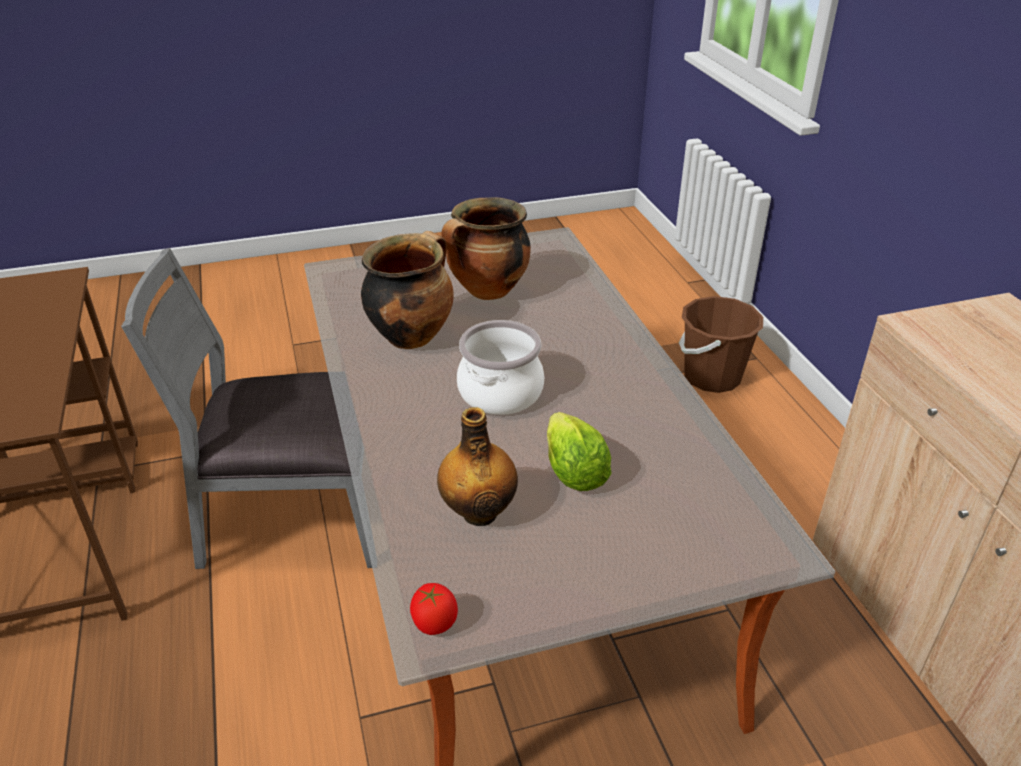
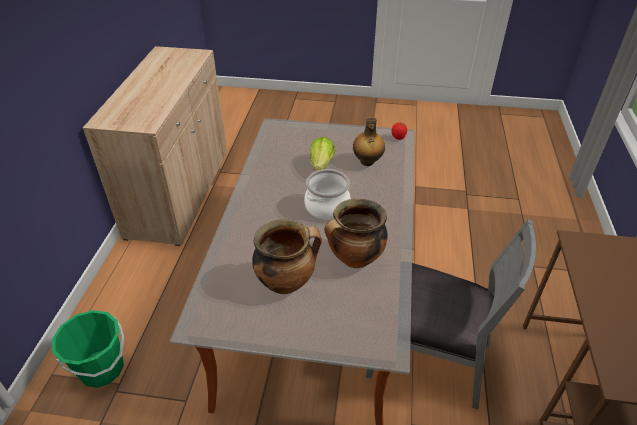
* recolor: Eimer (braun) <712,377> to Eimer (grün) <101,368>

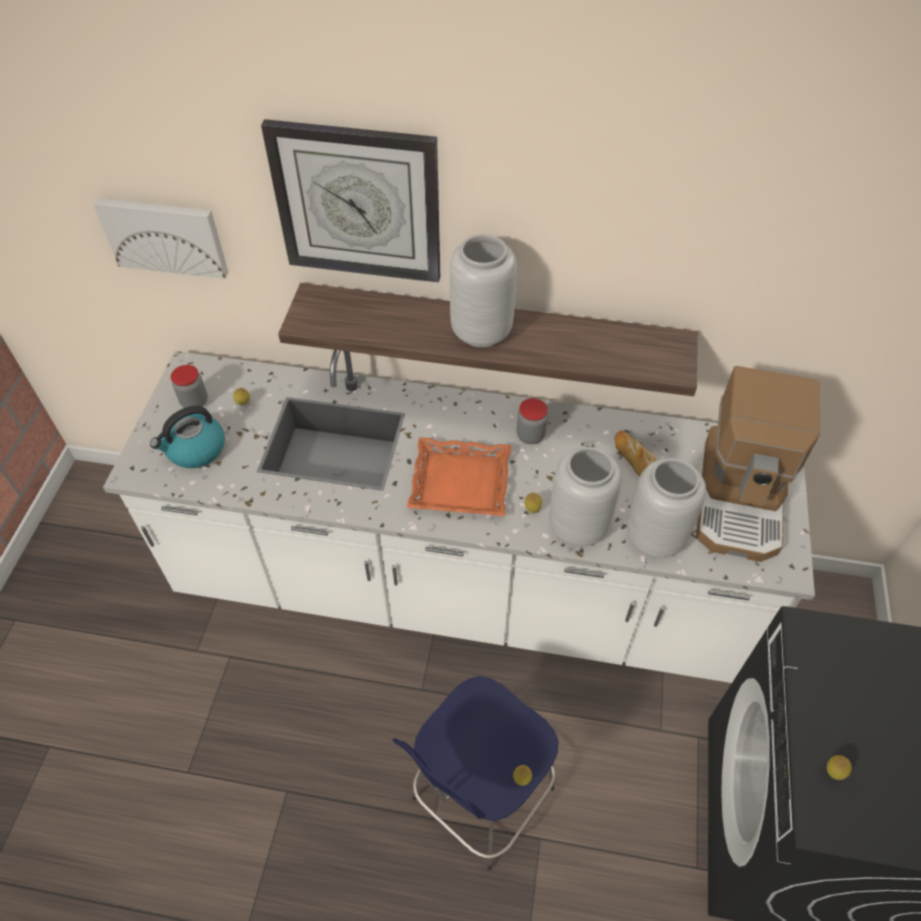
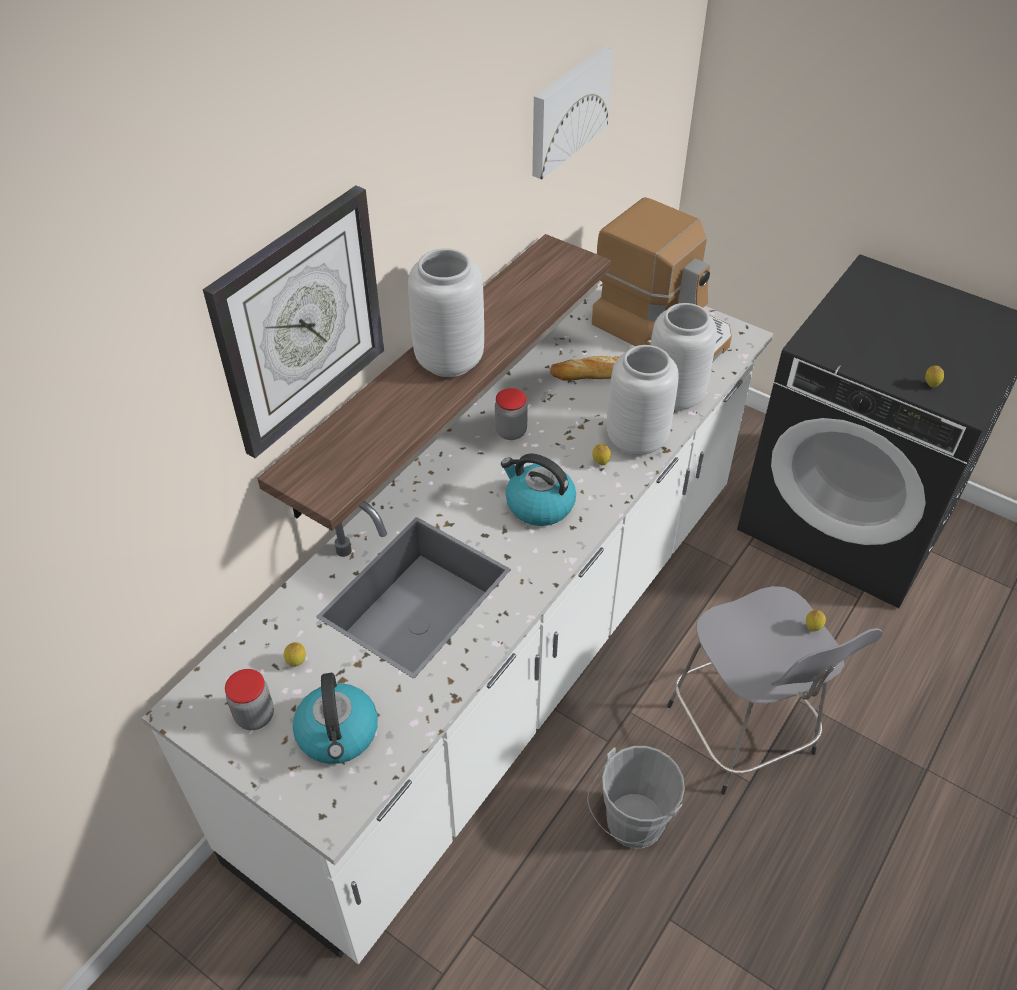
* move: Bild <165,235> to <567,110>
* replace: Tablett (orange) <460,483> to Wasserkessel <538,504>
* recolor: Hocker (blau) <479,797> to Hocker (grau) <743,734>
* insert: Eimer (grau) <630,826>

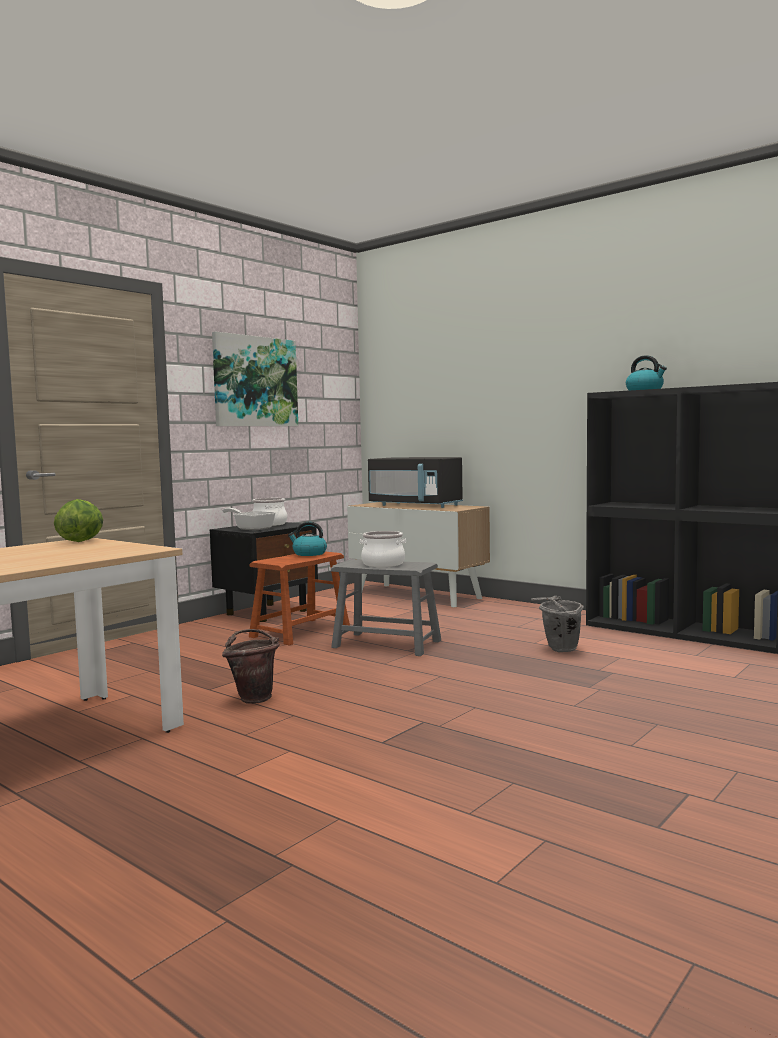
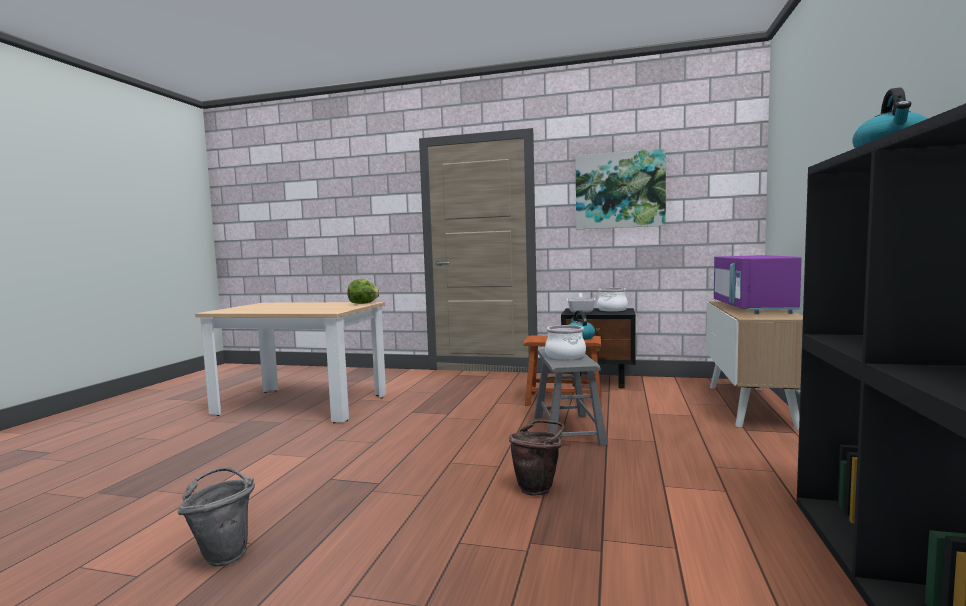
* recolor: Mikrowelle (schwarz) <415,505> to Mikrowelle (lila) <752,308>
* move: Eimer (grau) <558,650> to <224,553>
* move: Eimer (braun) <254,698> to <538,488>

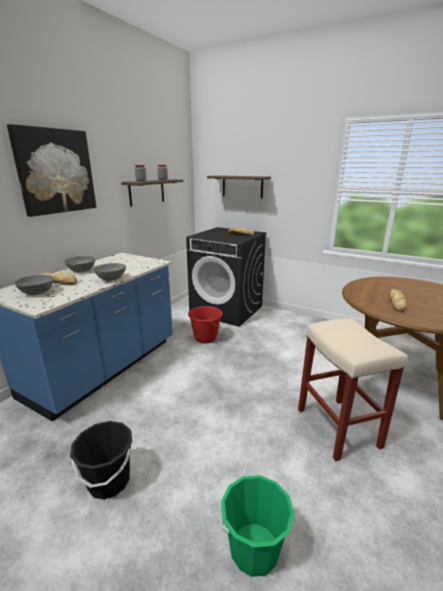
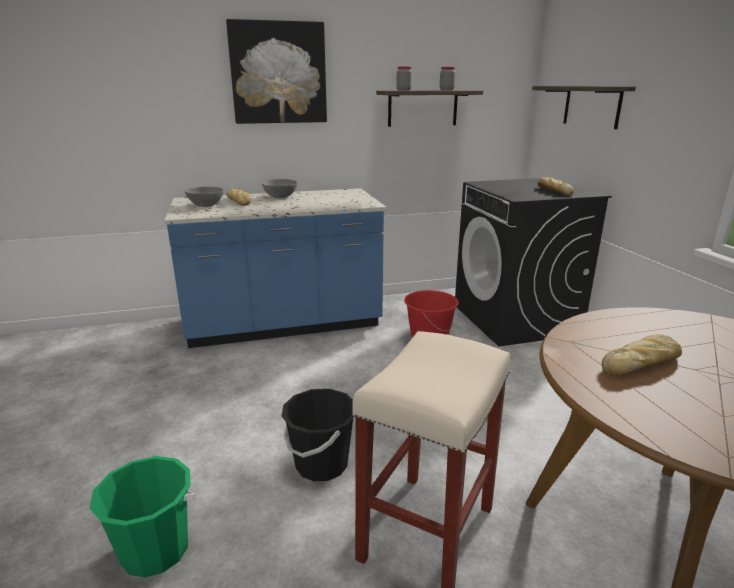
* delete: Schüssel (grau) <111,279>
* move: Eimer (schwarz) <109,481> to <321,464>

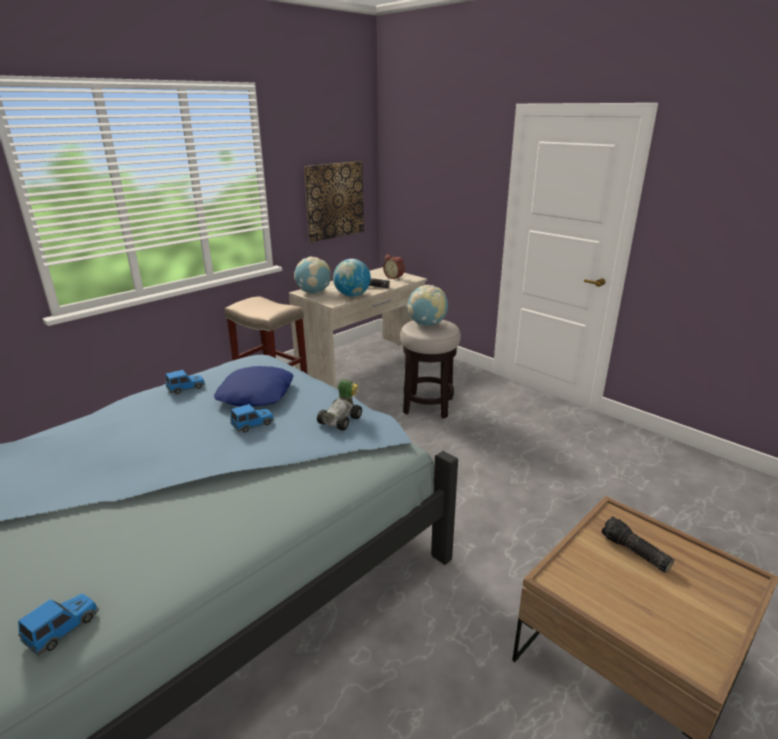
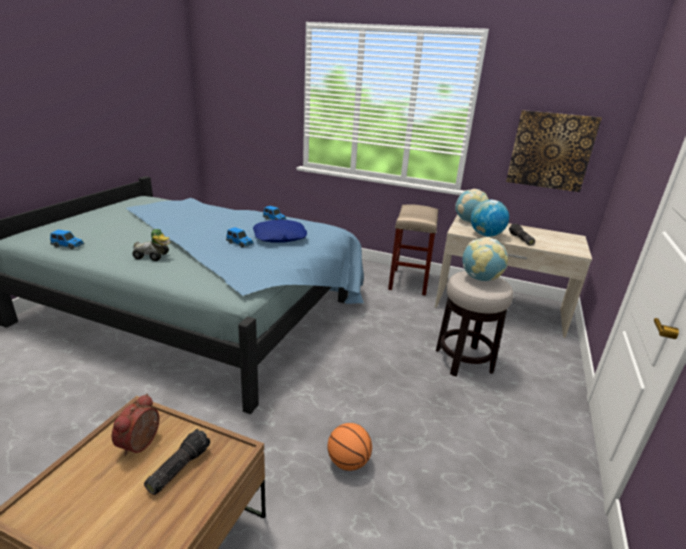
* move: Wecker <394,277> to <142,444>
* move: Spielzeugauto <342,419> to <153,257>
* insert: Basketball <348,462>

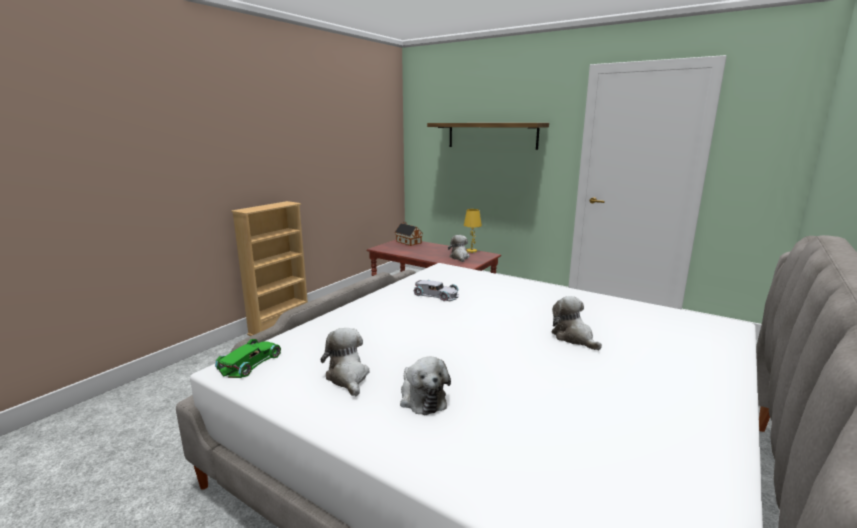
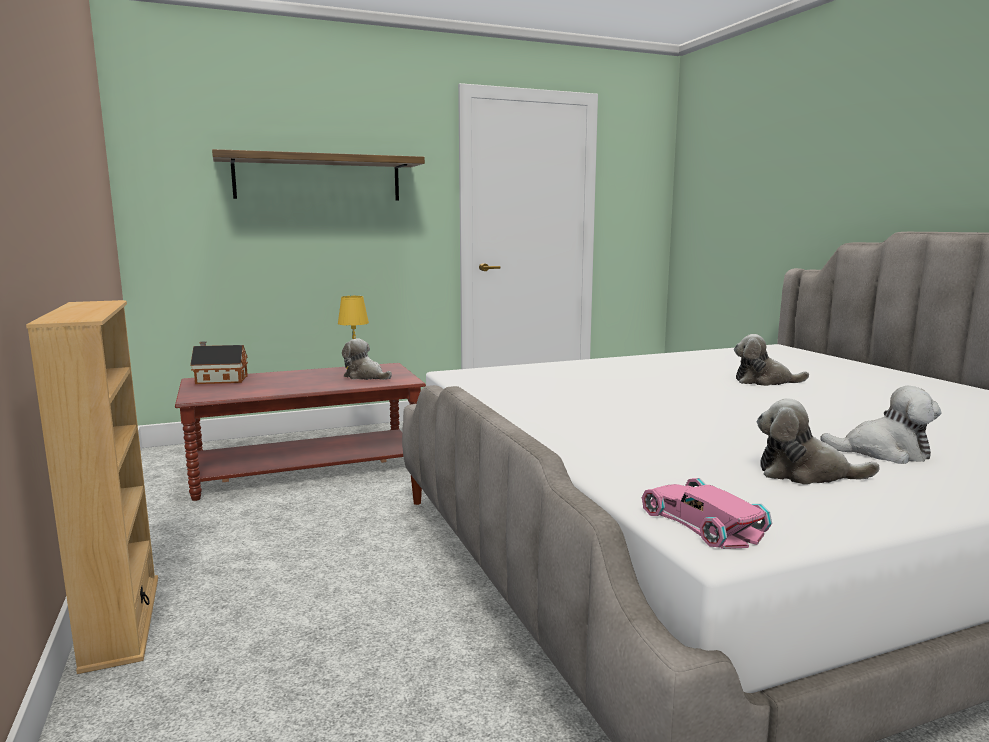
* delete: Spielzeugauto (weiß) <436,295>
* recolor: Spielzeugauto (grün) <251,362> to Spielzeugauto (rosa) <702,522>

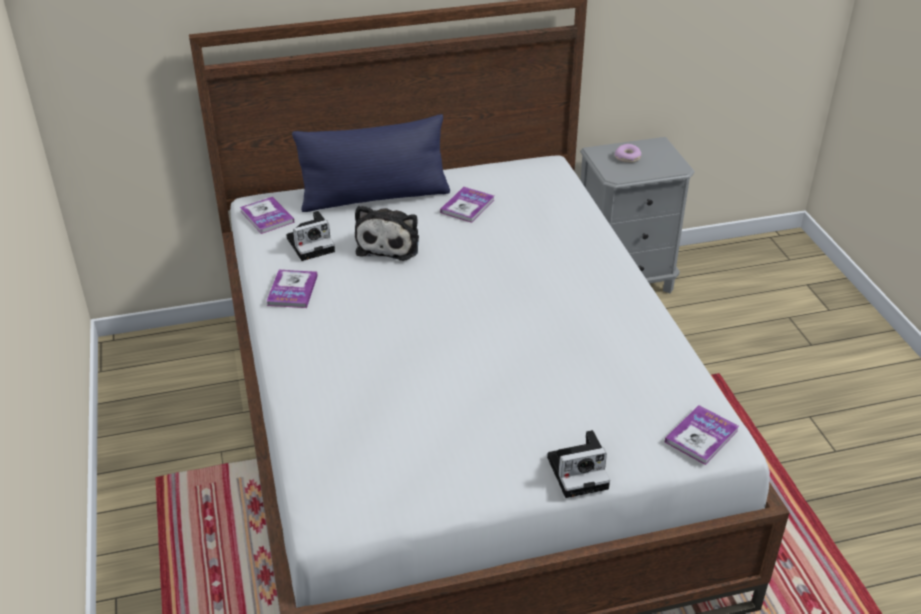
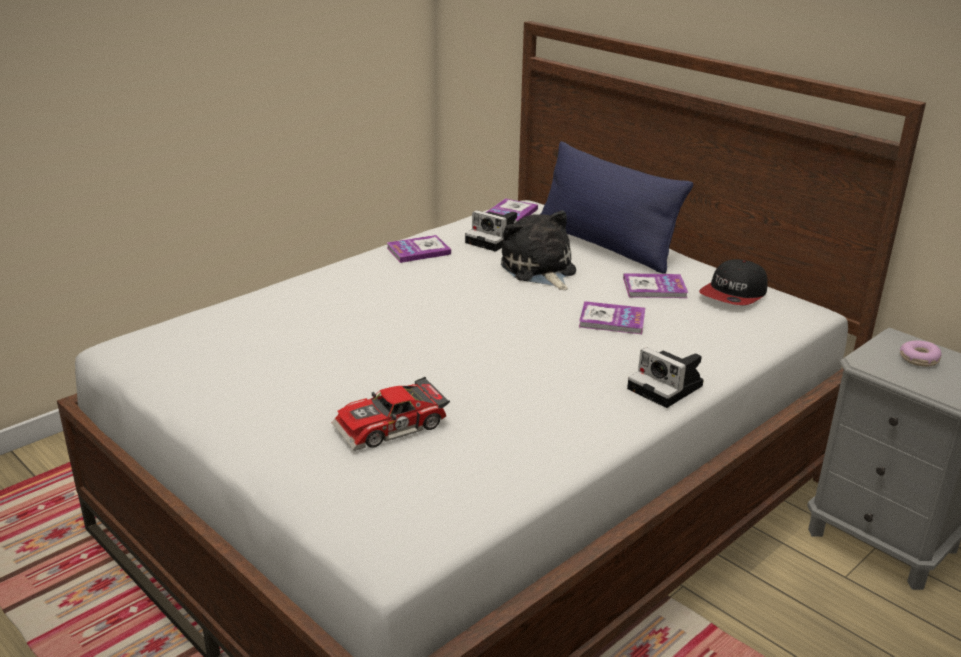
* rotate: Plüschtier <389,244> = <539,270> 90 degrees clockwise
* move: Buch <701,436> to <612,320>
* move: Kamera <579,471> to <668,388>
* insert: Kappe <734,294>
* insert: Spielzeugauto <392,427>

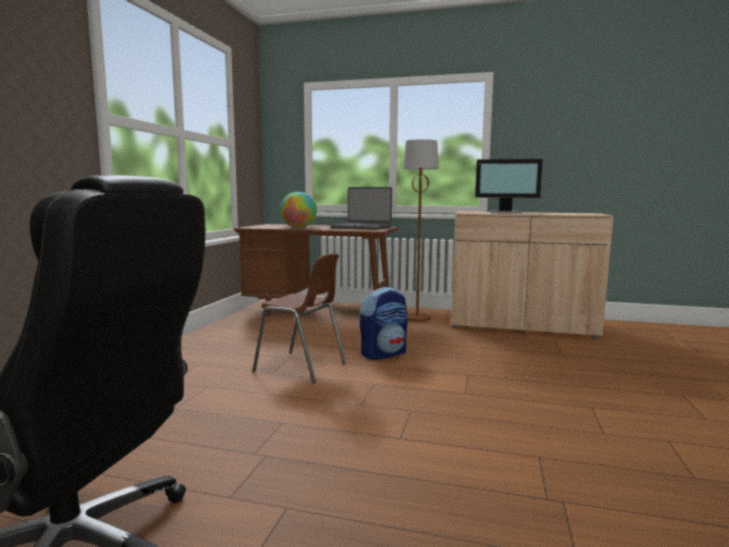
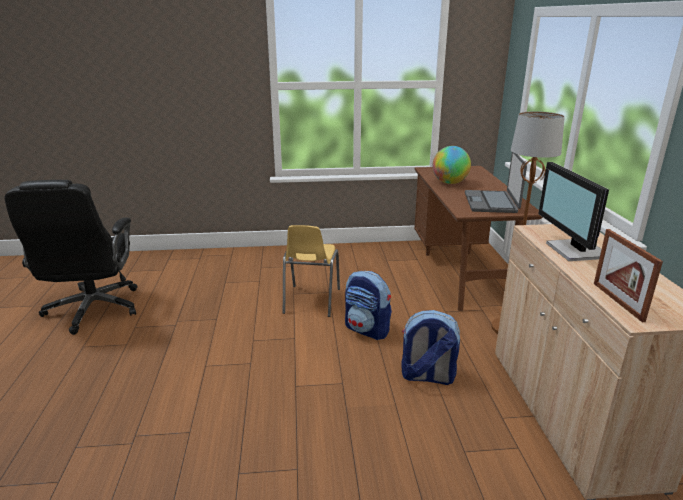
* recolor: Stuhl (braun) <301,367> to Stuhl (gelb) <311,301>
* insert: Bilderrahmen <617,301>
* insert: Rucksack <427,376>

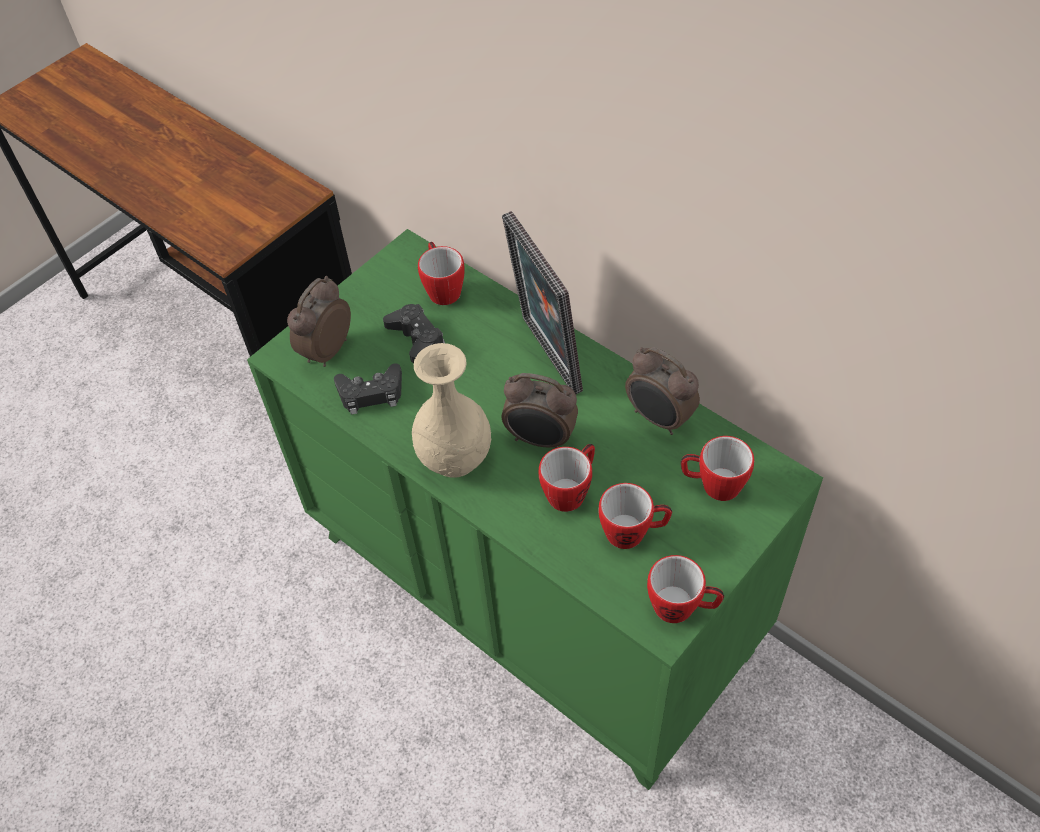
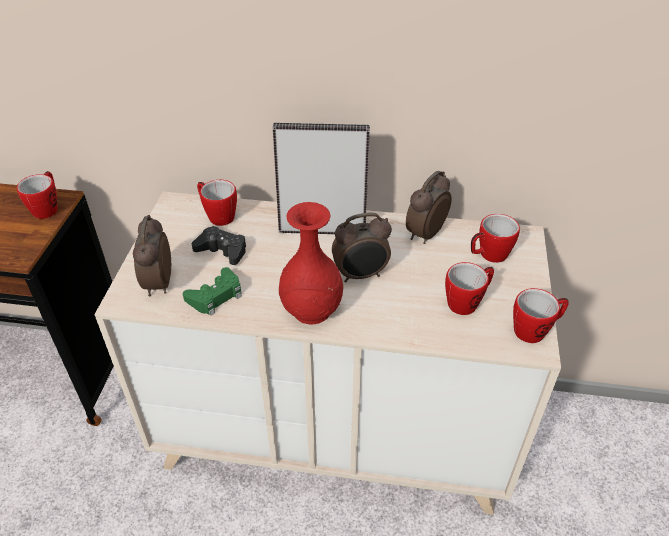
* rotate: Bilderrahmen <545,356> = <322,228> 150 degrees clockwise
* recolor: Kommode (grün) <534,593> to Kommode (beige) <335,431>
* recolor: Vase (beige) <454,458> to Vase (rot) <311,311>
* rotate: Wecker <659,419> = <424,234> 120 degrees clockwise
* recolor: Gamepad (schwarz) <371,393> to Gamepad (grün) <216,296>
* move: Henkelbecher <571,490> to <48,208>

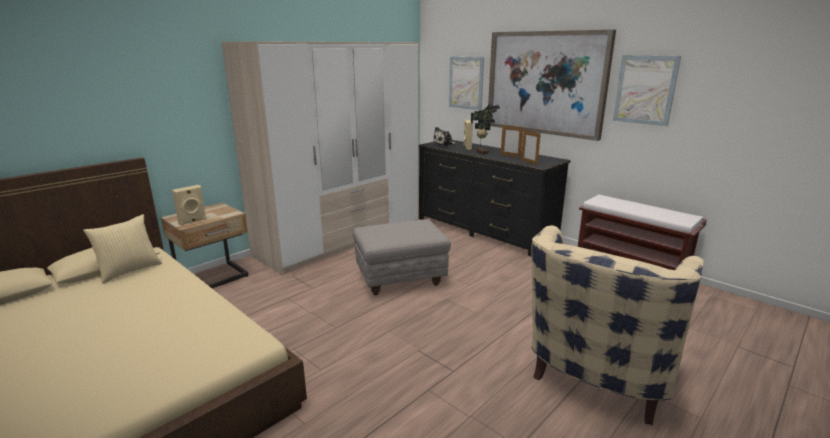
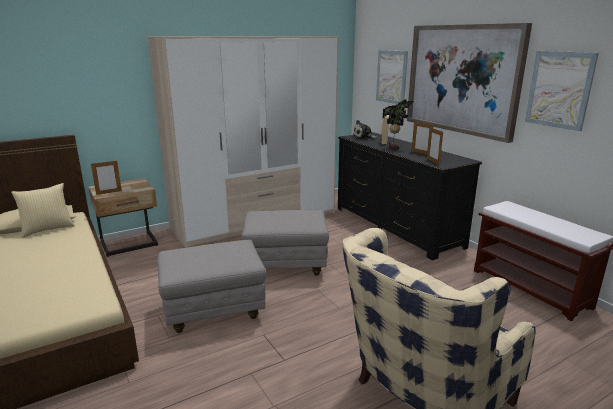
* replace: Lautsprecher (beige) <192,221> to Bilderrahmen <109,192>
* insert: Polsterhocker (grau) <213,312>

